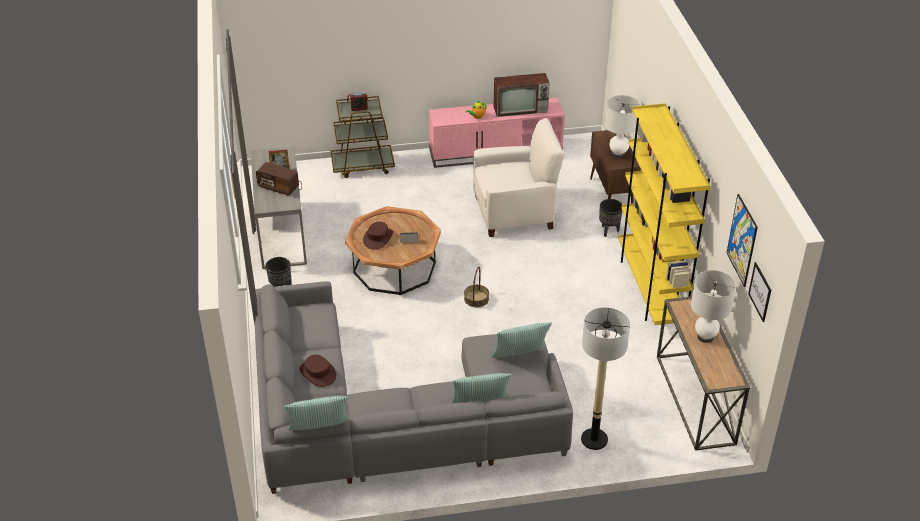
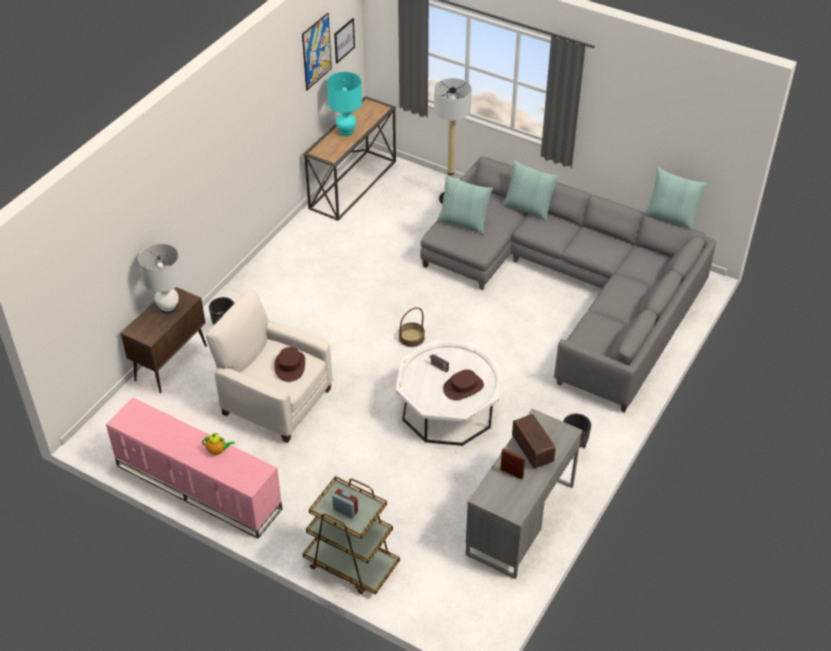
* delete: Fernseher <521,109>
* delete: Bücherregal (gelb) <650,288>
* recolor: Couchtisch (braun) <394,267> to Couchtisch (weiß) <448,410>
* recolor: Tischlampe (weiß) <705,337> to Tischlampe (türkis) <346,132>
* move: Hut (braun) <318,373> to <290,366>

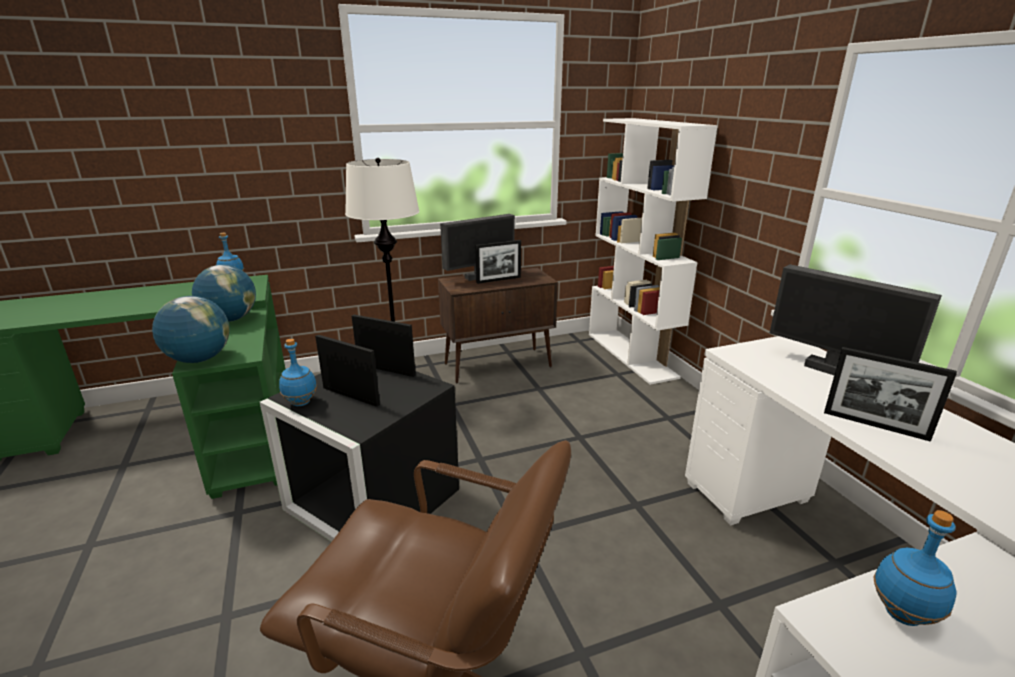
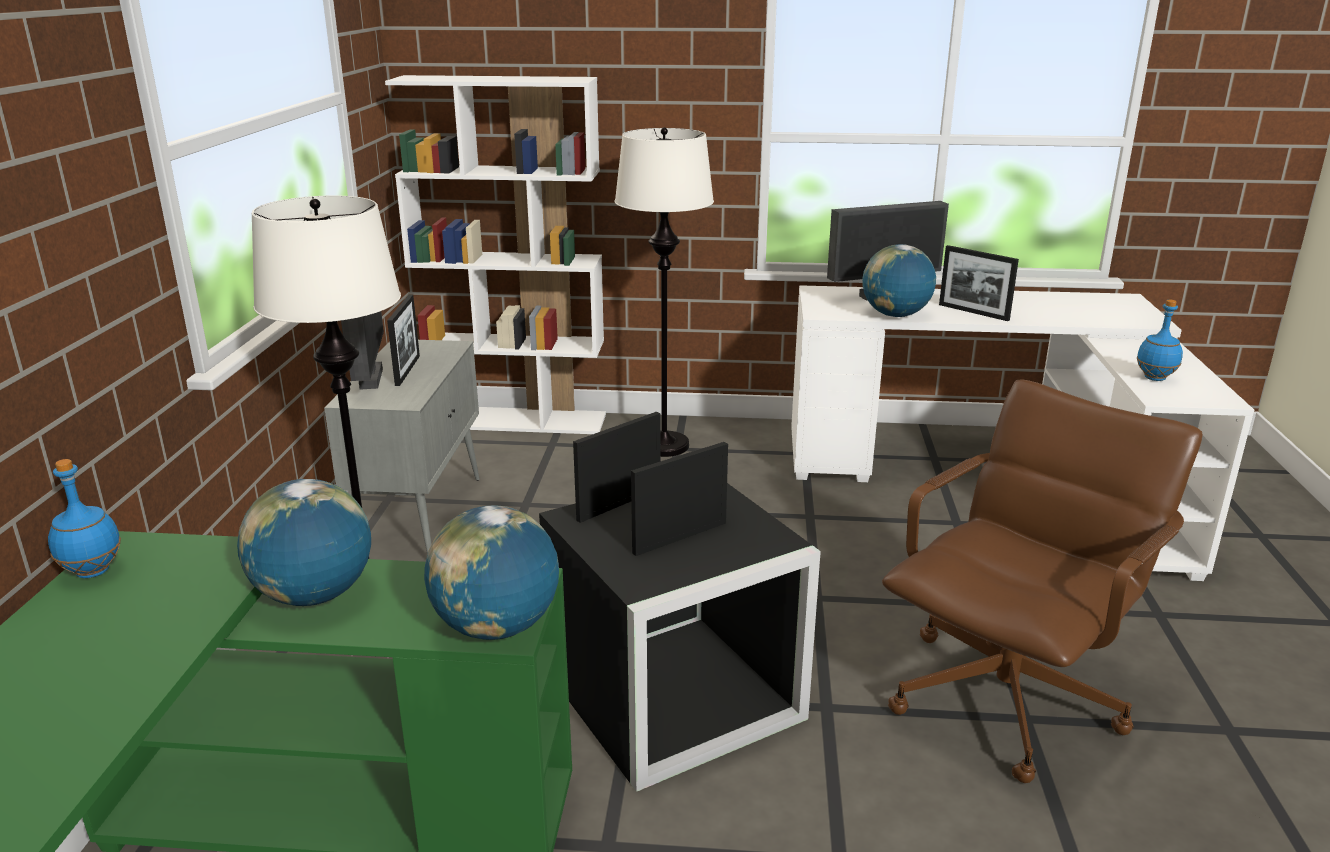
* recolor: Schrank (braun) <499,365> to Schrank (grau) <421,516>
* delete: Flasche (blau) <300,403>
* rotate: Bilderrahmen <875,425> = <973,312> 75 degrees clockwise
* insert: Stehlampe (weiß) <664,445>
* insert: Globus <895,315>

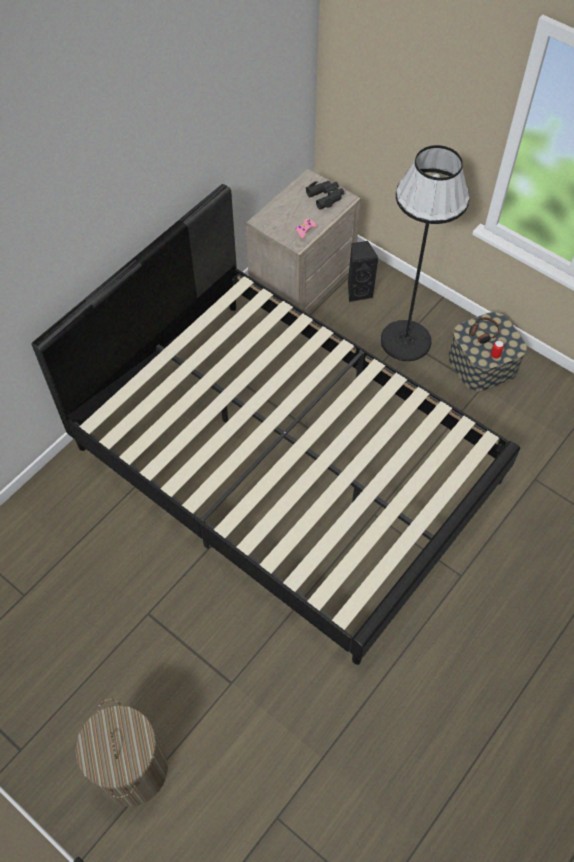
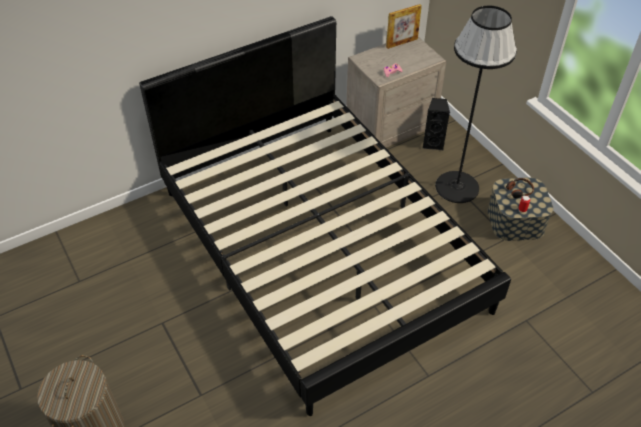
* delete: Fernglas (schwarz) <326,197>
* insert: Bilderrahmen <402,43>

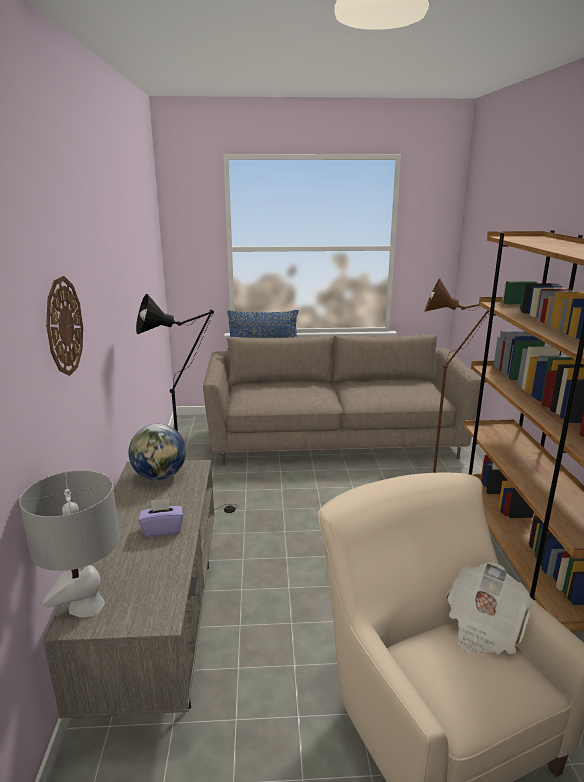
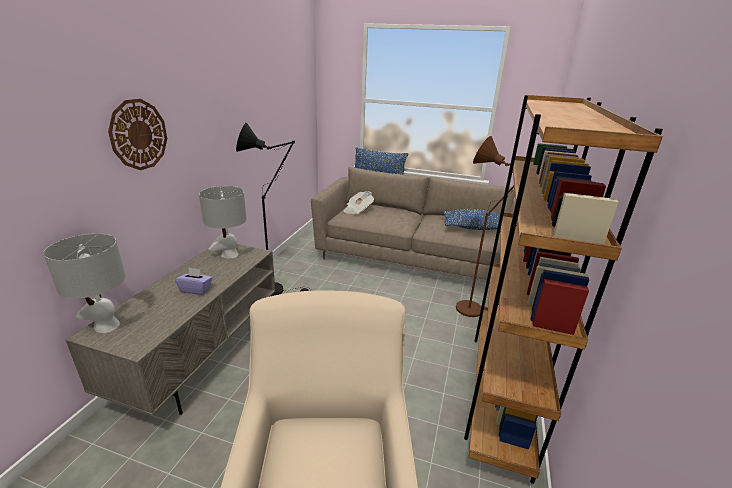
* replace: Globus <160,476> to Tischlampe (grau) <229,255>
* move: Zeitung <483,626> to <357,210>
* insert: Kissen (blau) <474,228>

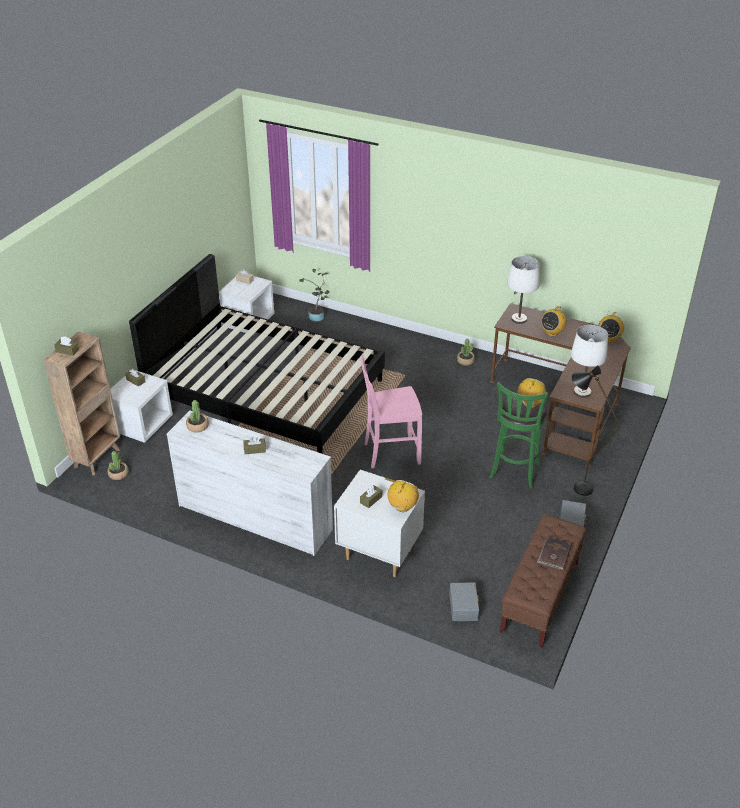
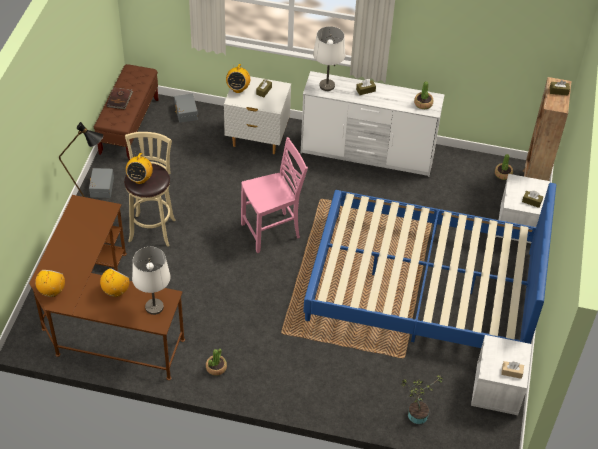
* recolor: Bett (schwarz) <265,390> to Bett (blau) <423,287>
* move: Tischlampe (weiß) <582,392> to <326,86>
* recolor: Hocker (grün) <514,473> to Hocker (beige) <152,228>

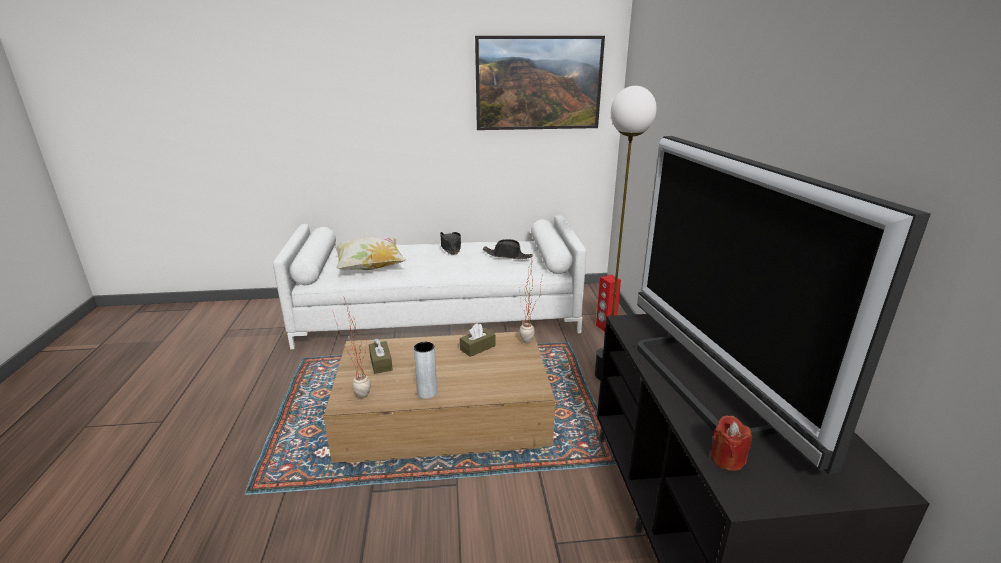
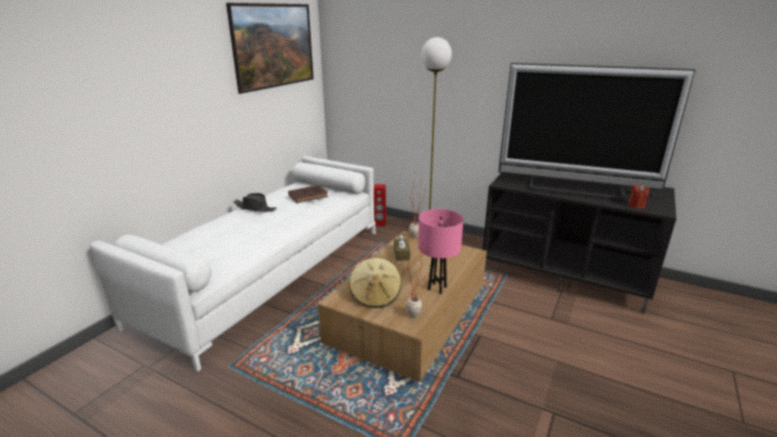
* delete: Kissen <370,268>
* replace: Hut (schwarz) <507,255> to Buch (braun) <309,196>
* replace: Taschentuchbox (braun) <381,363> to Hut (beige) <375,296>
* replace: Vase (grau) <427,392> to Tischlampe (rosa) <437,288>

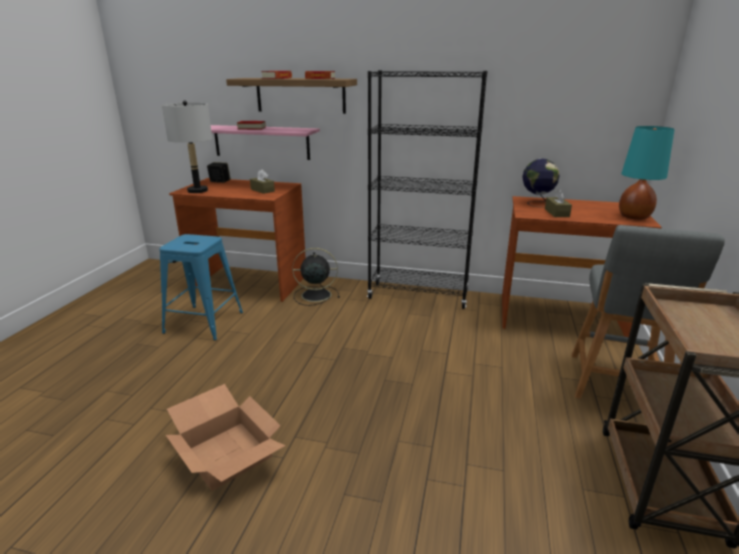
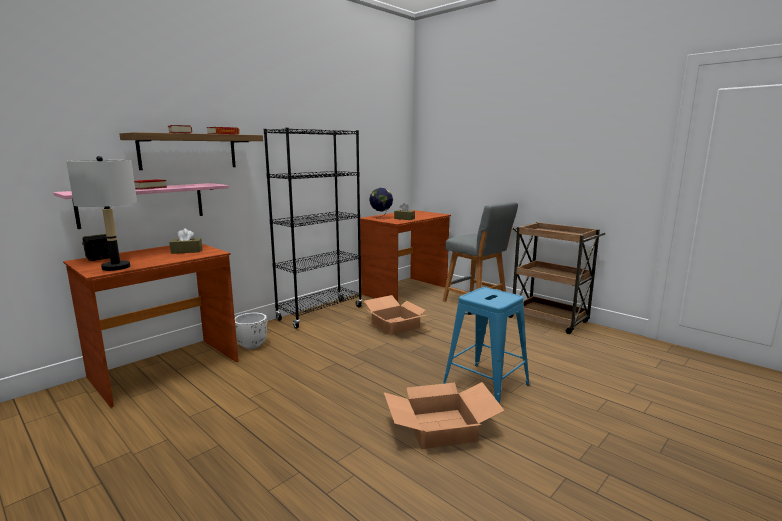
* delete: Tischlampe (türkis) <634,217>
* move: Hocker (blau) <204,322> to <485,385>
* replace: Ventilator (schwarz) <315,295> to Pflanzkübel (weiß) <252,346>
* insert: Karton <394,325>

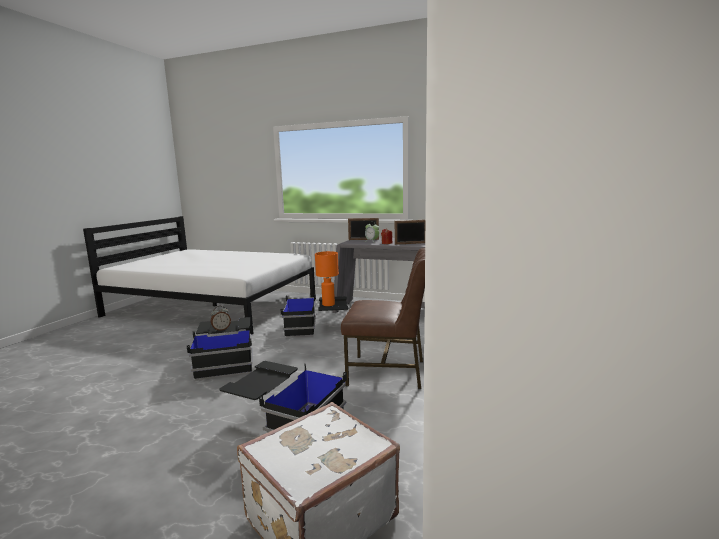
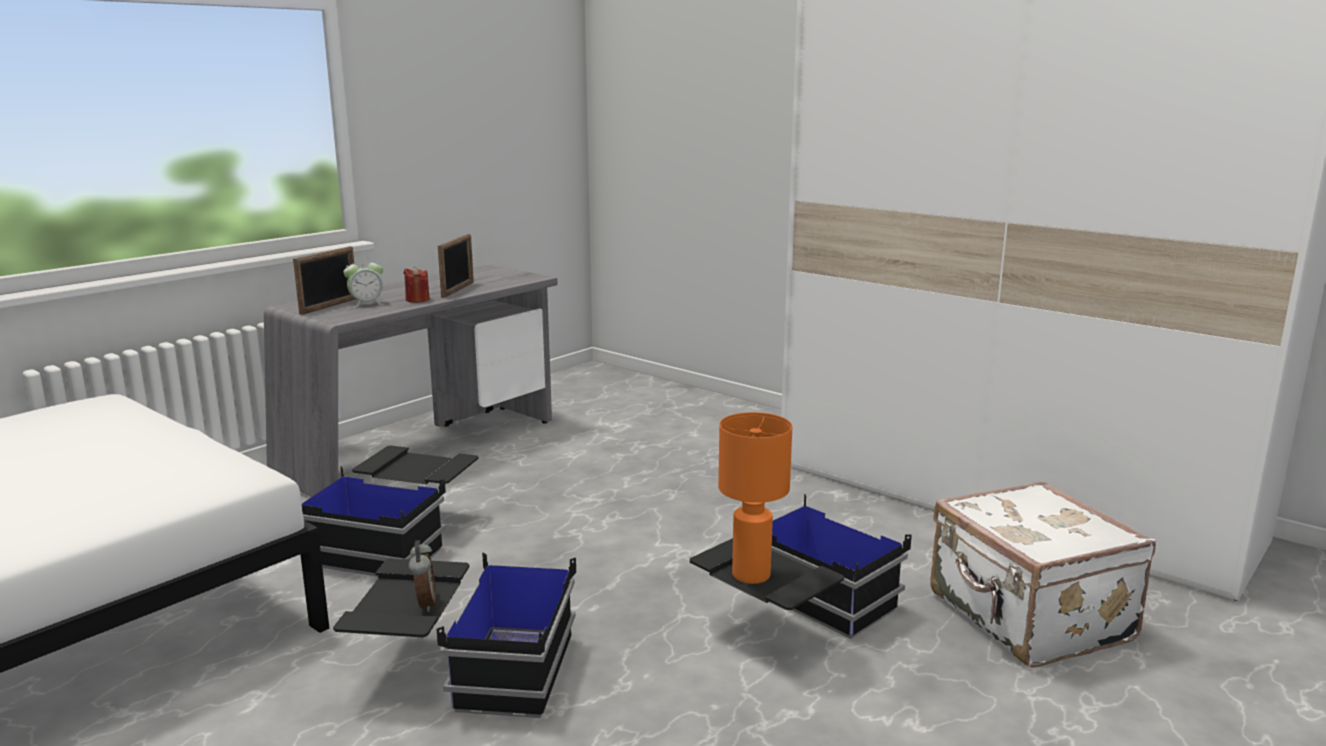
* delete: Stuhl (braun) <388,372>
* move: Tischlampe (orange) <328,304> to <751,575>

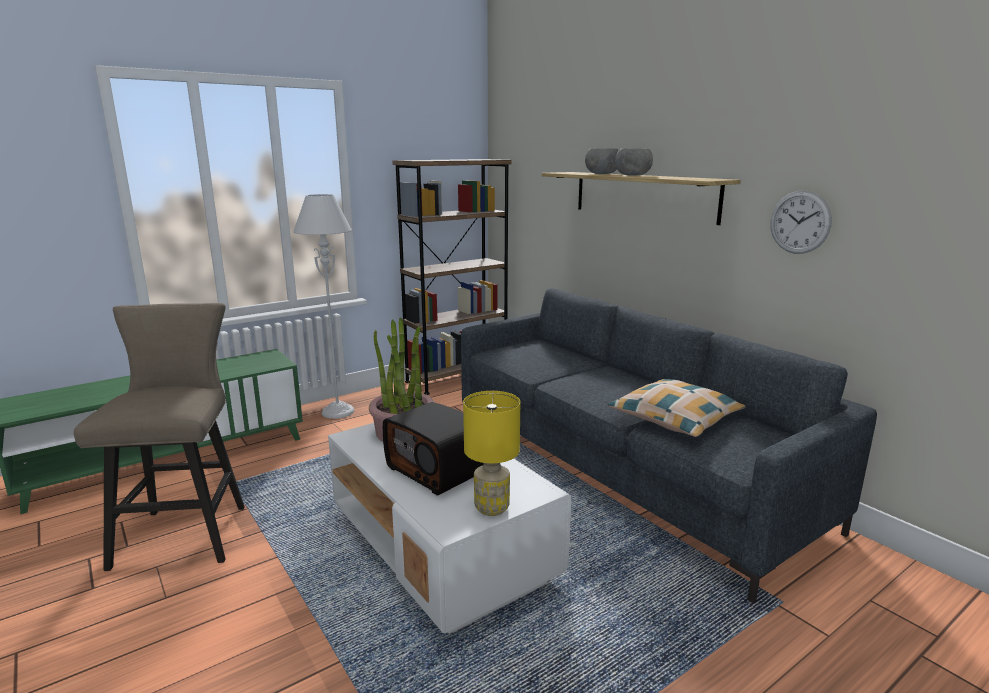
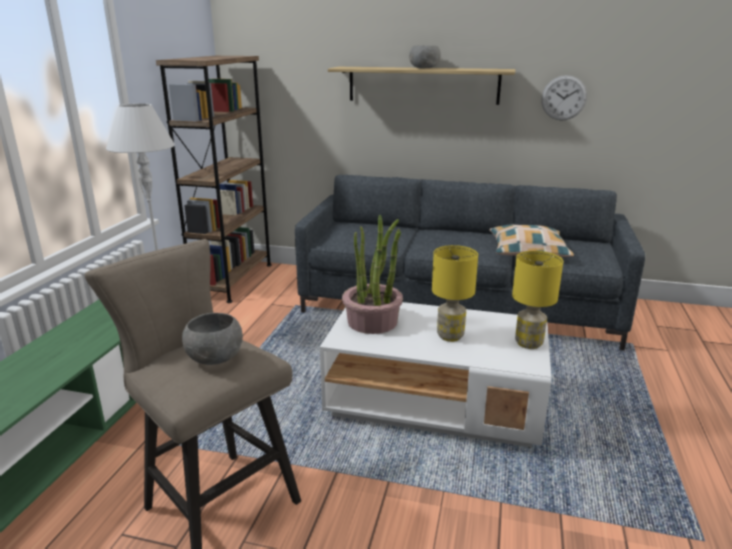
* move: Schüssel (grau) <602,174> to <216,357>
* replace: Radio <437,470> to Tischlampe (gelb) <450,336>

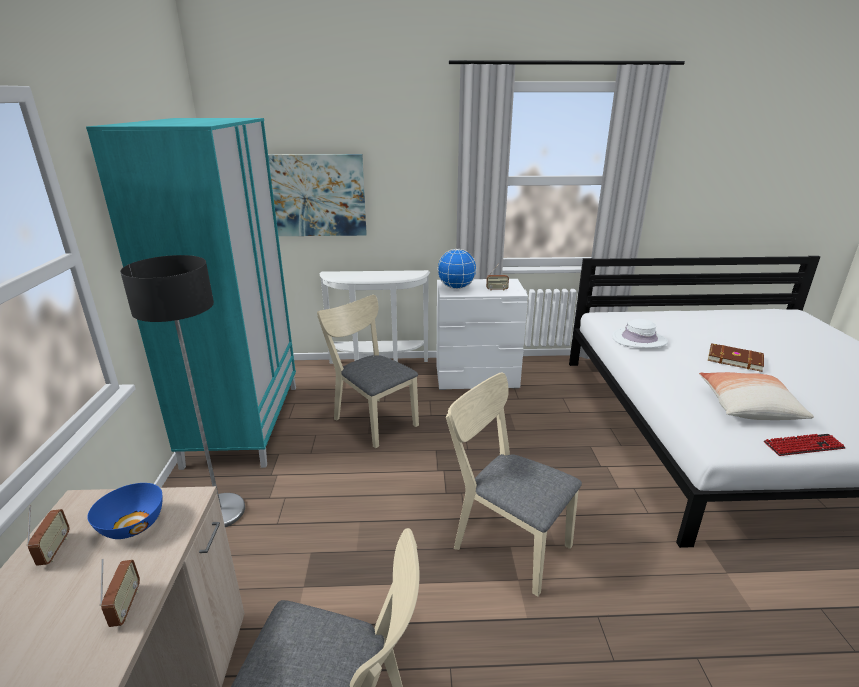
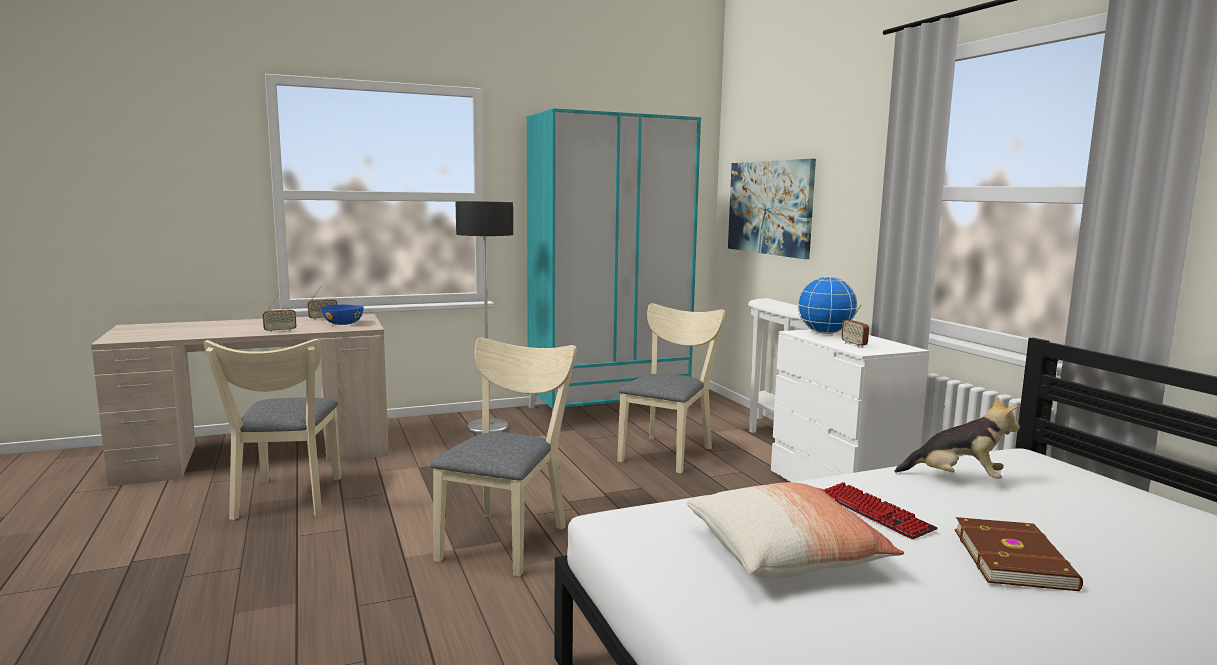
* replace: Hut (weiß) <639,339> to Plüschtier <957,479>
* move: Tastatur <803,446> to <874,512>

